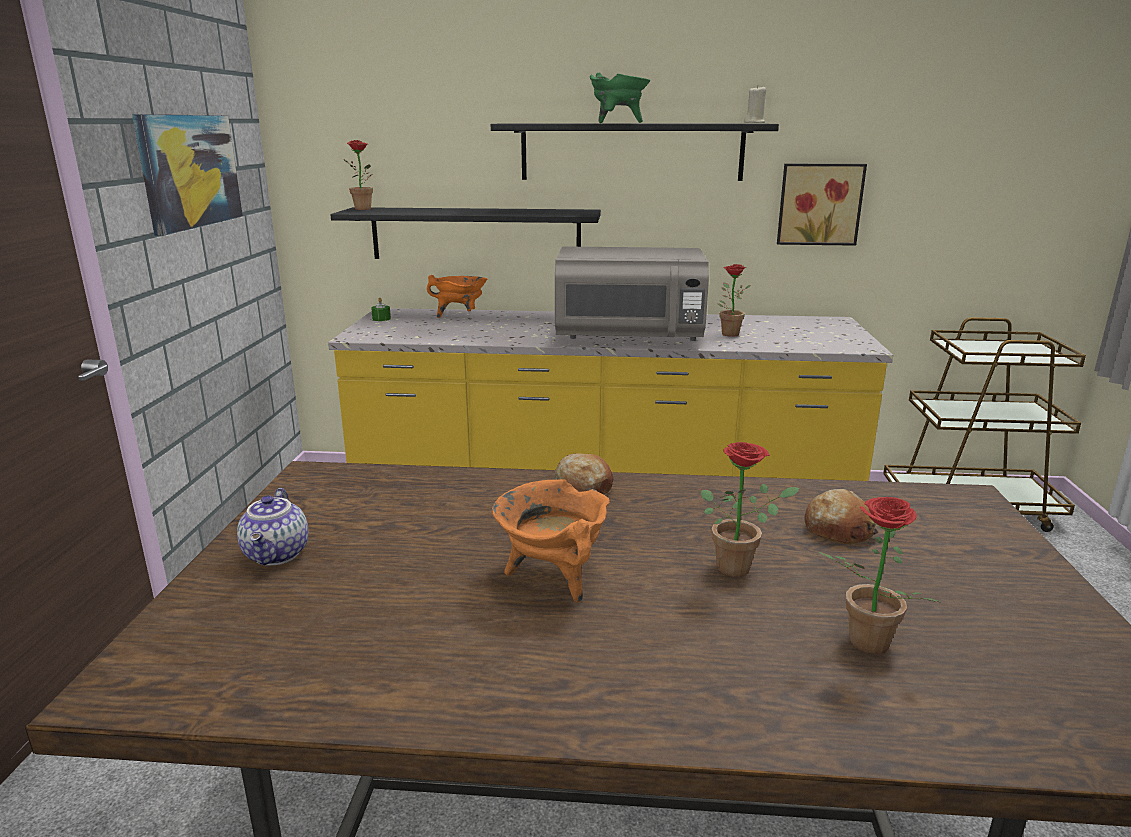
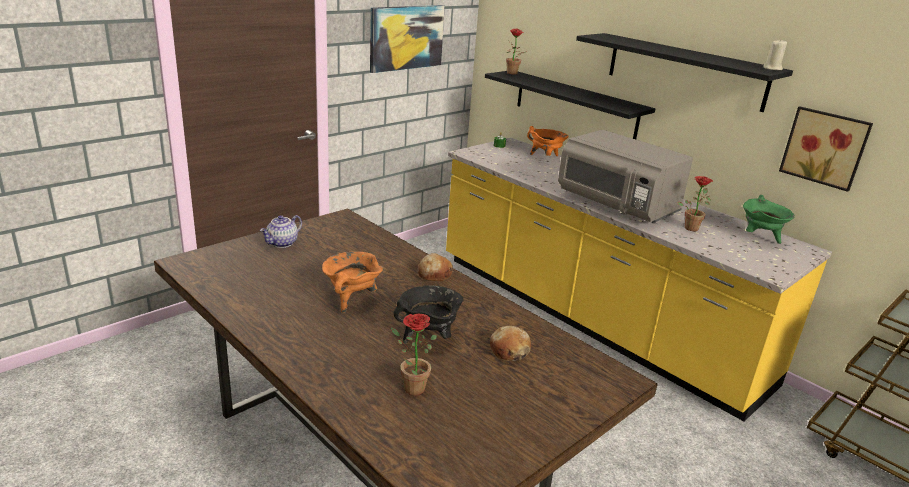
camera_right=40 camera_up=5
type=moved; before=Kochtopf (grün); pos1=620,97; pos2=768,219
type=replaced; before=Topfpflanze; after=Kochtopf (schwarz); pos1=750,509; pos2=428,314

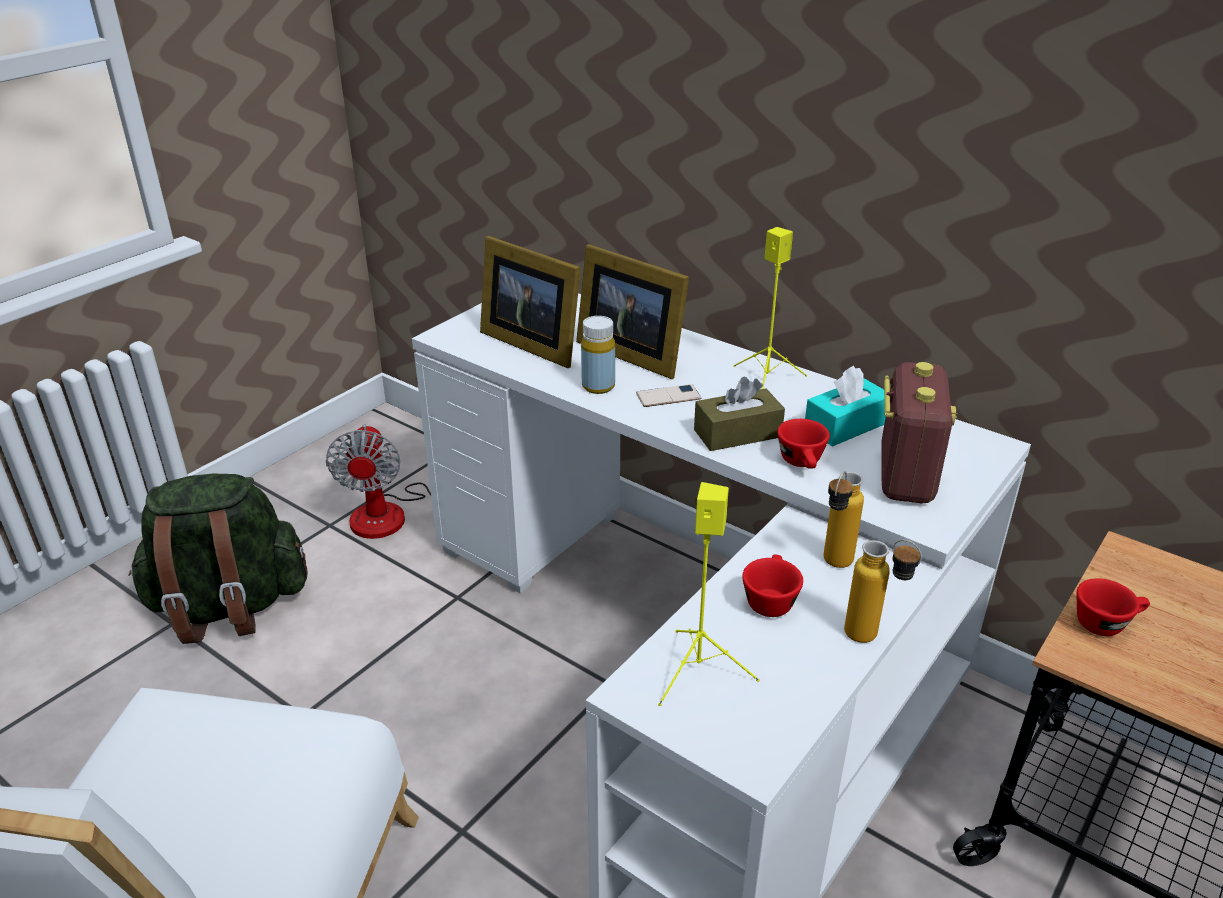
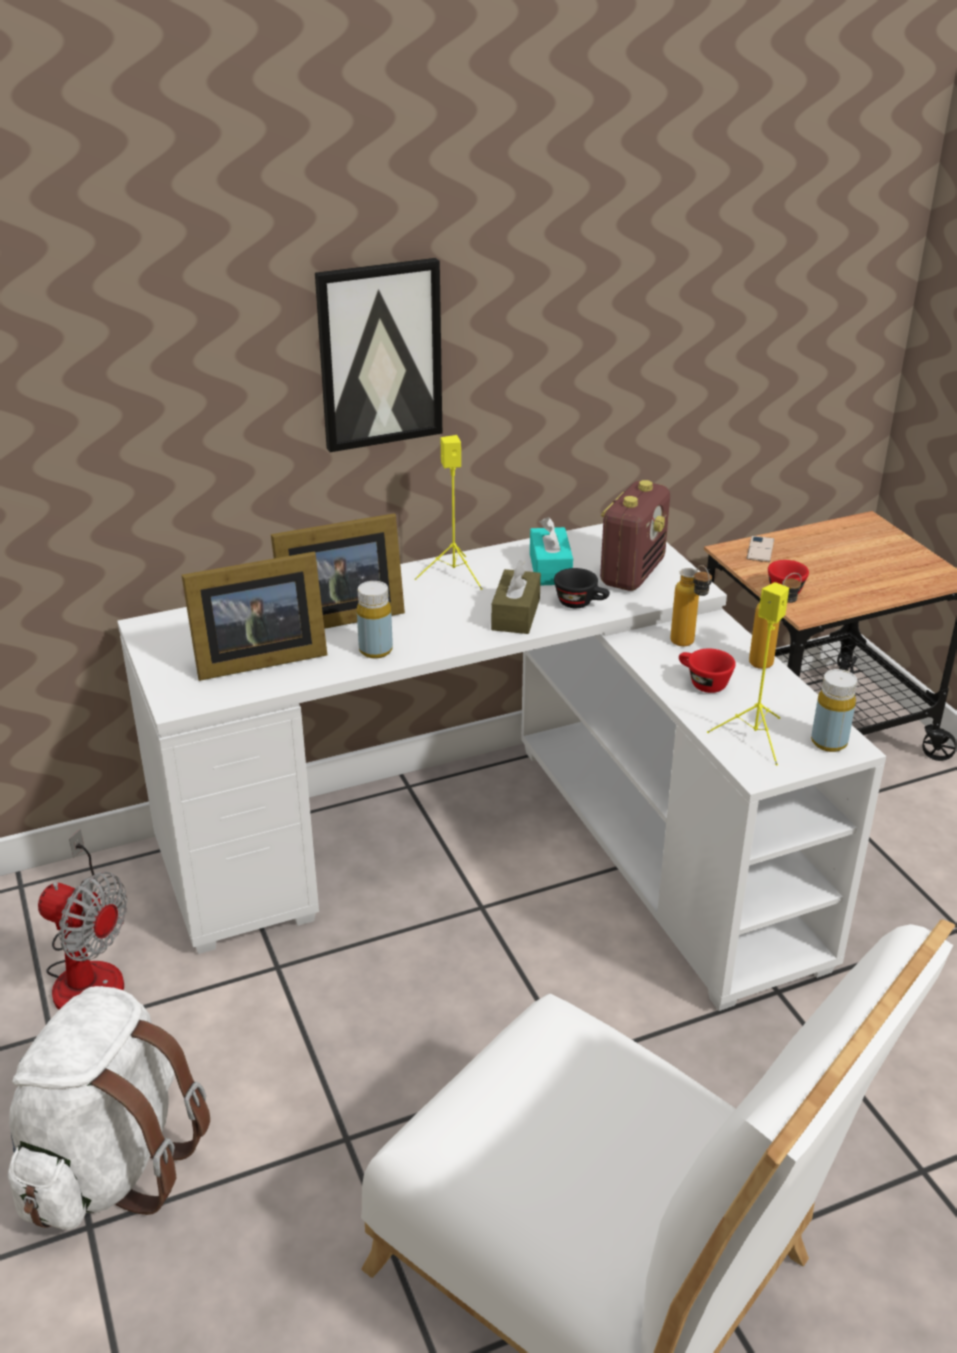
camera_right=-60 camera_up=0
type=turned; before=Radio; pos1=919,432; pos2=635,535; turn=75
type=moved; before=Handy; pos1=668,395; pos2=760,549
type=recoloured; before=Tasse (rot); after=Tasse (schwarz); pos1=803,444; pos2=582,588
type=recoloured; before=Rucksack (grün); after=Rucksack (weiß); pos1=217,559; pos2=109,1108
type=added; after=Bild; pos2=378,355
type=added; after=Flasche (gelb); pos2=834,710

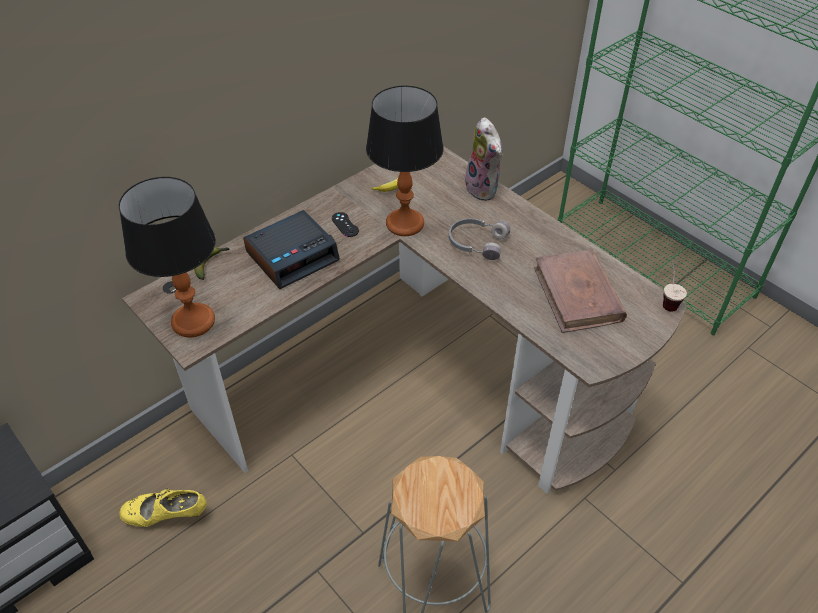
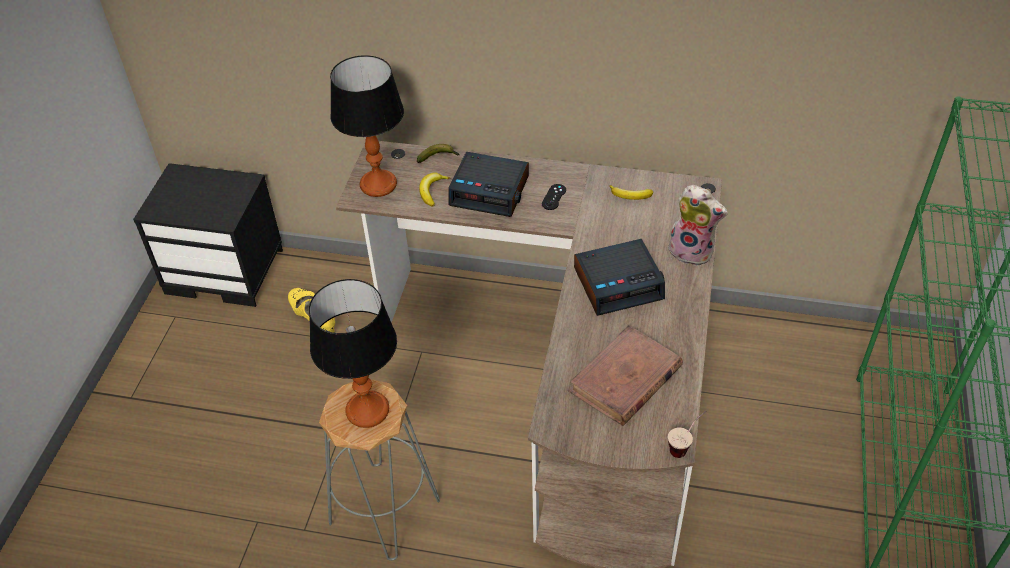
camera_right=55 camera_up=0
type=moved; before=Tischlampe; pos1=405,161; pos2=353,353
type=turned; before=Plüschtier; pos1=484,159; pos2=698,225; turn=-90
type=replaced; before=Kopfhörer (grau); after=Wecker; pos1=479,239; pos2=619,277
type=added; after=Banane; pos2=435,190

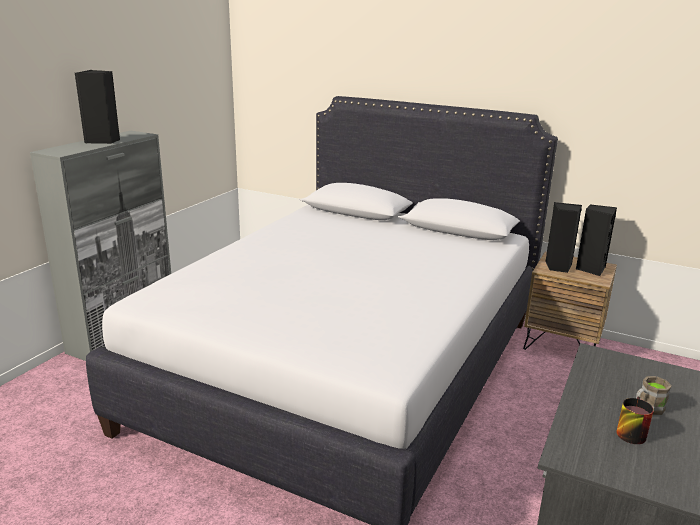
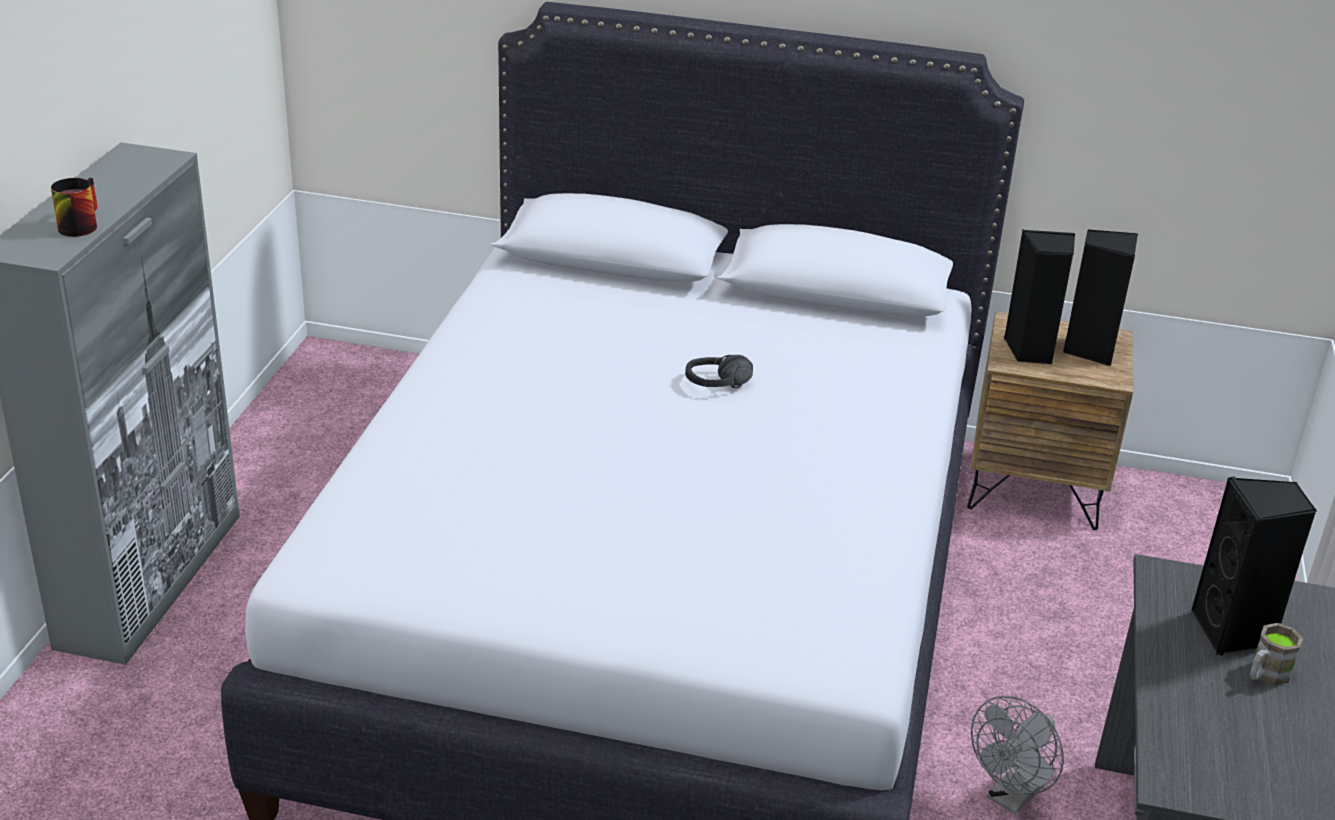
camera_right=-15 camera_up=10
type=moved; before=Lautsprecher (schwarz); pos1=97,107; pos2=1254,566
type=moved; before=Henkelbecher; pos1=635,420; pos2=74,207
type=added; after=Kopfhörer (schwarz); pos2=719,371
type=added; after=Ventilator (grau); pos2=1017,755

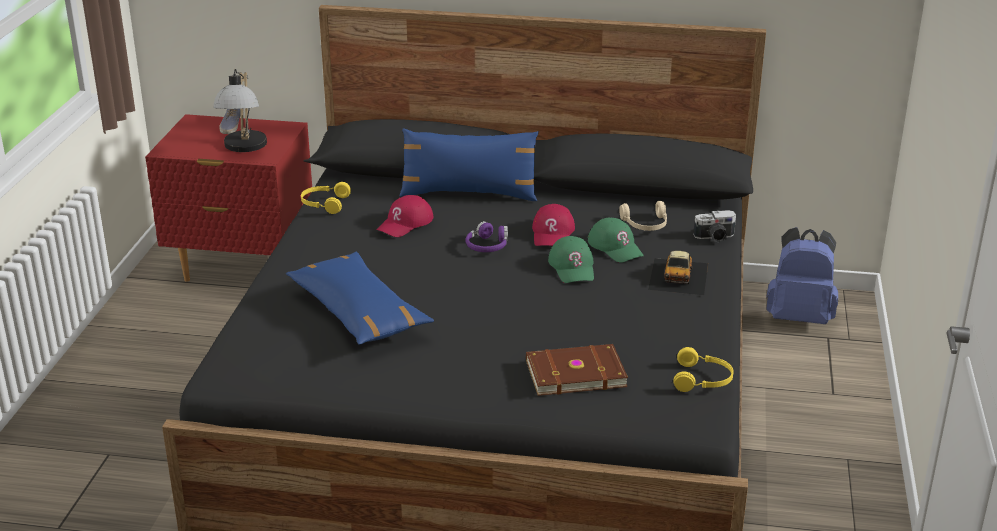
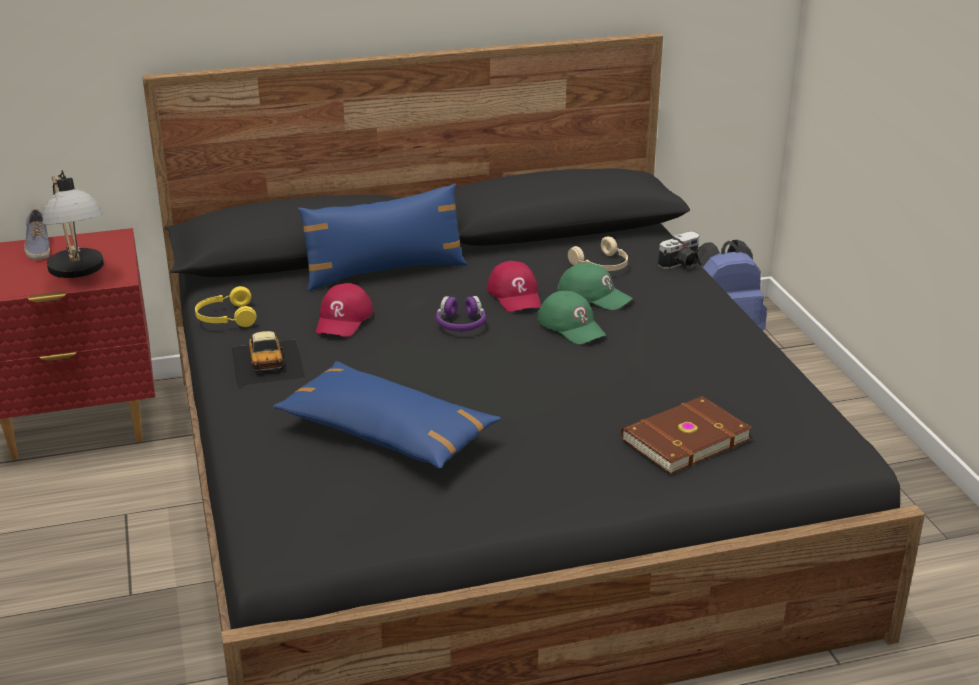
camera_right=-25 camera_up=0
type=moved; before=Spielzeugauto; pos1=678,273; pos2=268,358
type=removed; before=Kopfhörer (gelb); pos1=703,369

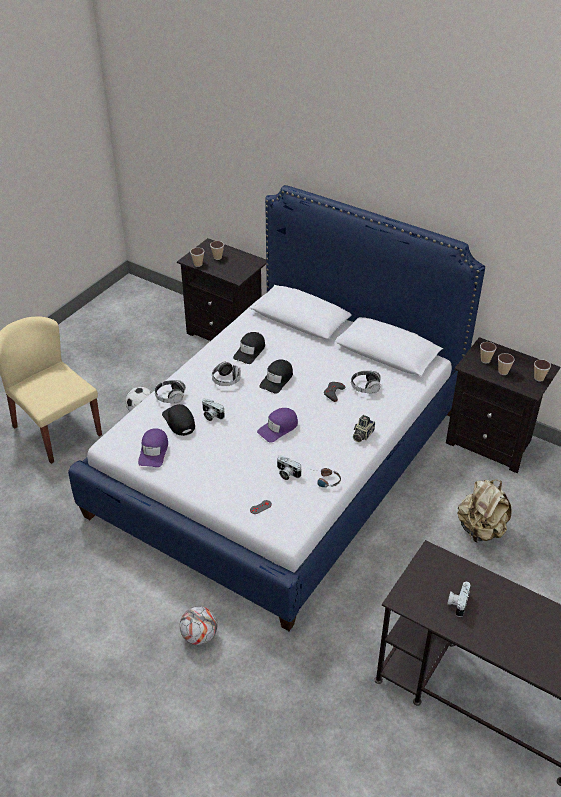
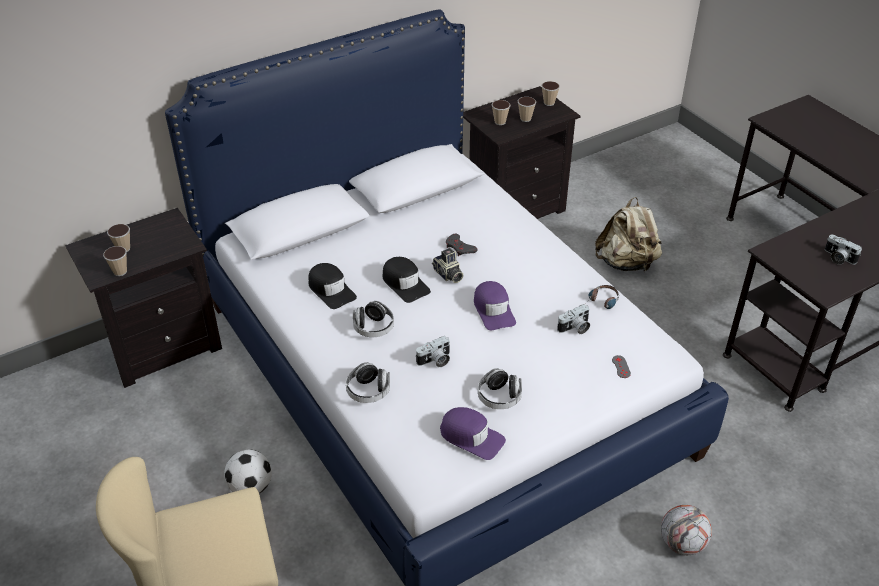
camera_right=-65 camera_up=0
type=moved; before=Kopfhörer; pos1=366,382; pos2=500,388
type=removed; before=Kappe (schwarz); pos1=178,420
type=moved; before=Kamera; pos1=364,428; pos2=447,265

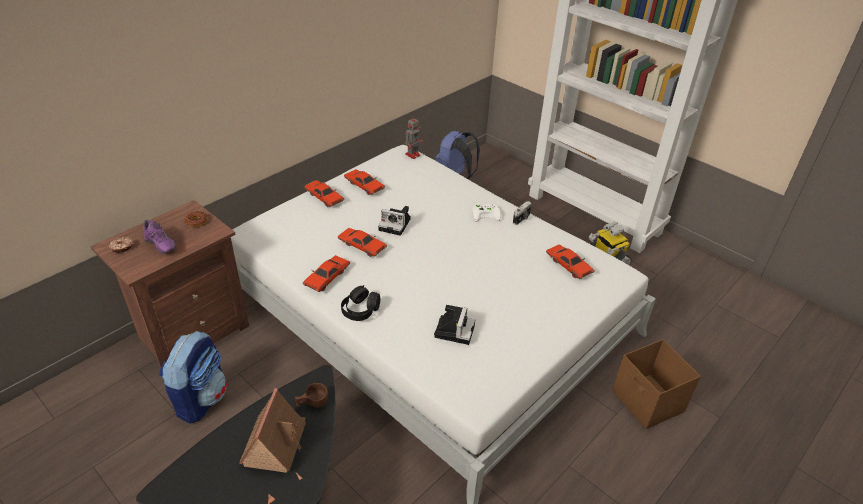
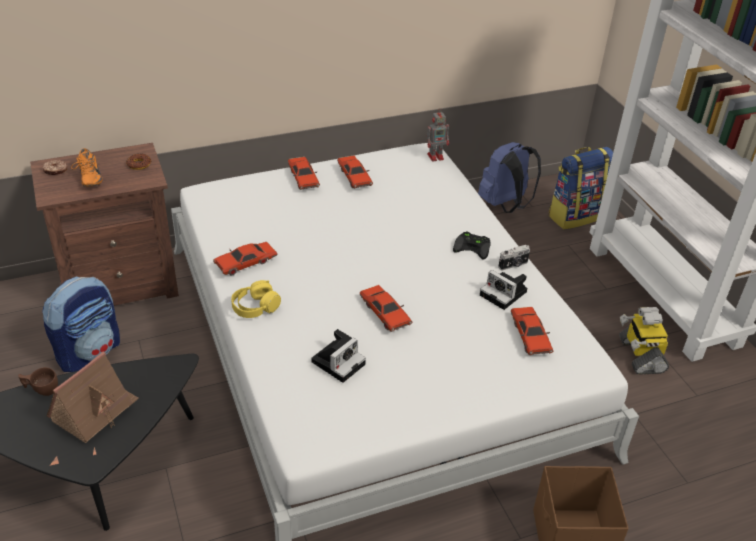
camera_right=25 camera_up=0
type=recoloured; before=Gamepad (weiß); after=Gamepad (schwarz); pos1=487,213; pos2=472,246
type=moved; before=Kamera; pos1=394,221; pos2=503,290
type=recoloured; before=Schuh (lila); after=Schuh (orange); pos1=159,237; pos2=87,167
type=moved; before=Spielzeugauto (rot); pos1=362,242; pos2=386,308
type=recoloured; before=Kopfhörer (schwarz); after=Kopfhörer (gelb); pos1=360,303; pos2=256,299
type=moved; before=Tasse (braun); pos1=311,395; pos2=38,381
type=added; after=Rucksack; pos2=580,188

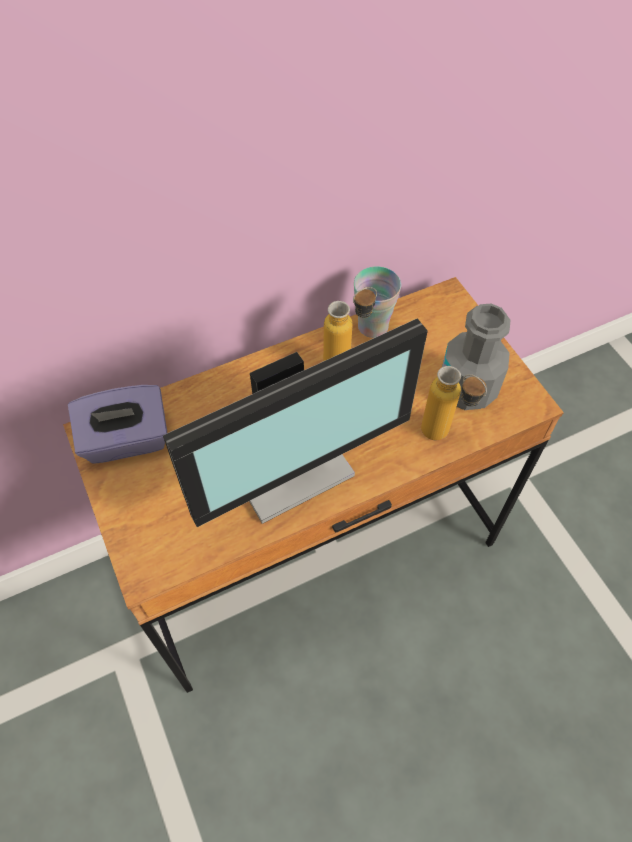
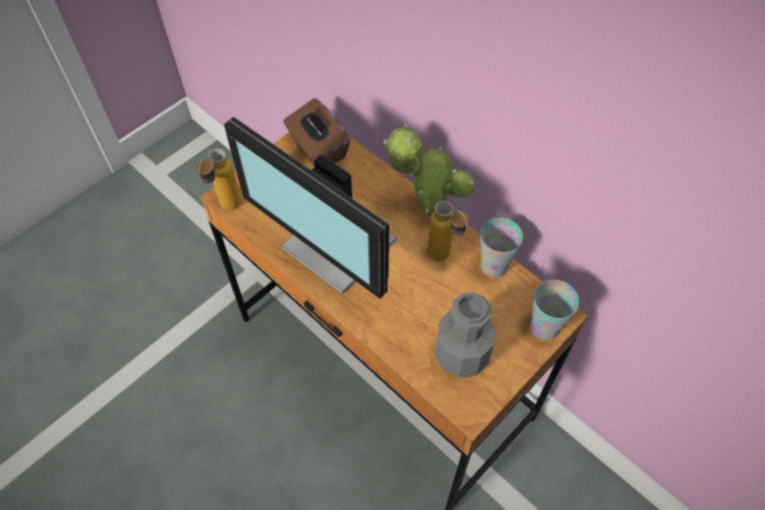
camera_right=70 camera_up=0
type=moved; before=Flasche; pos1=454,403; pos2=218,179
type=recoloured; before=Taschentuchbox (lila); after=Taschentuchbox (braun); pos1=117,424; pos2=316,132
type=added; after=Topfpflanze; pos2=428,170
type=added; after=Tasse; pos2=555,310

